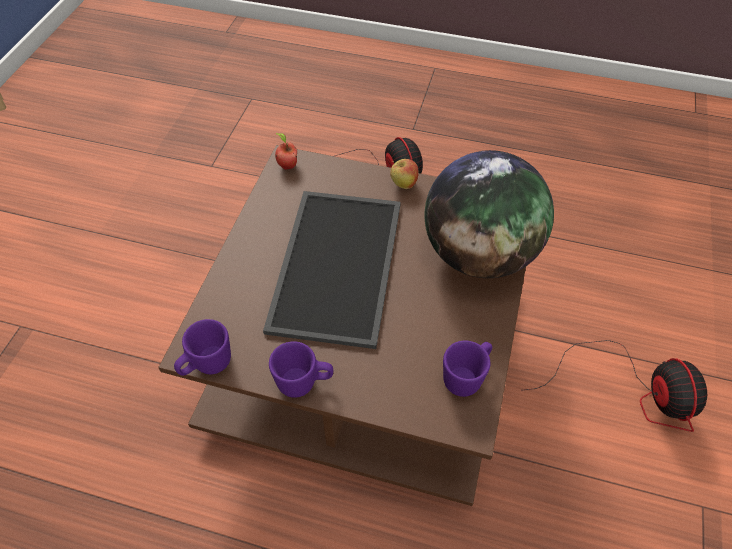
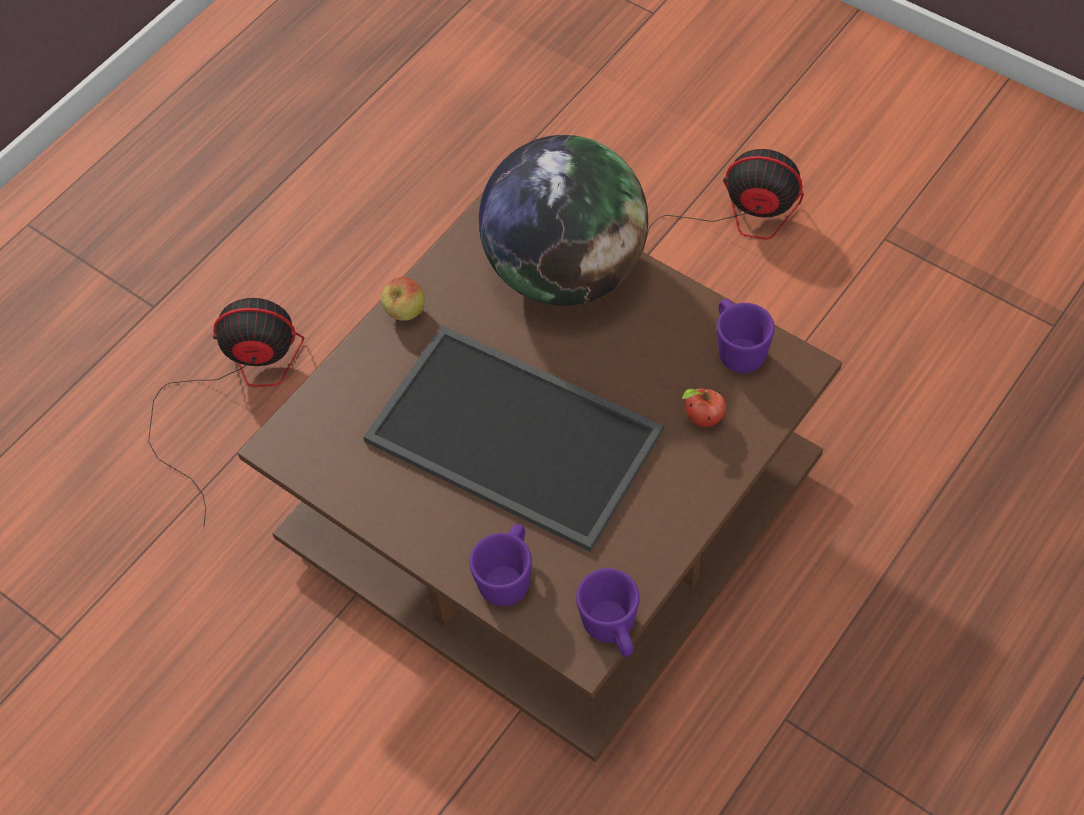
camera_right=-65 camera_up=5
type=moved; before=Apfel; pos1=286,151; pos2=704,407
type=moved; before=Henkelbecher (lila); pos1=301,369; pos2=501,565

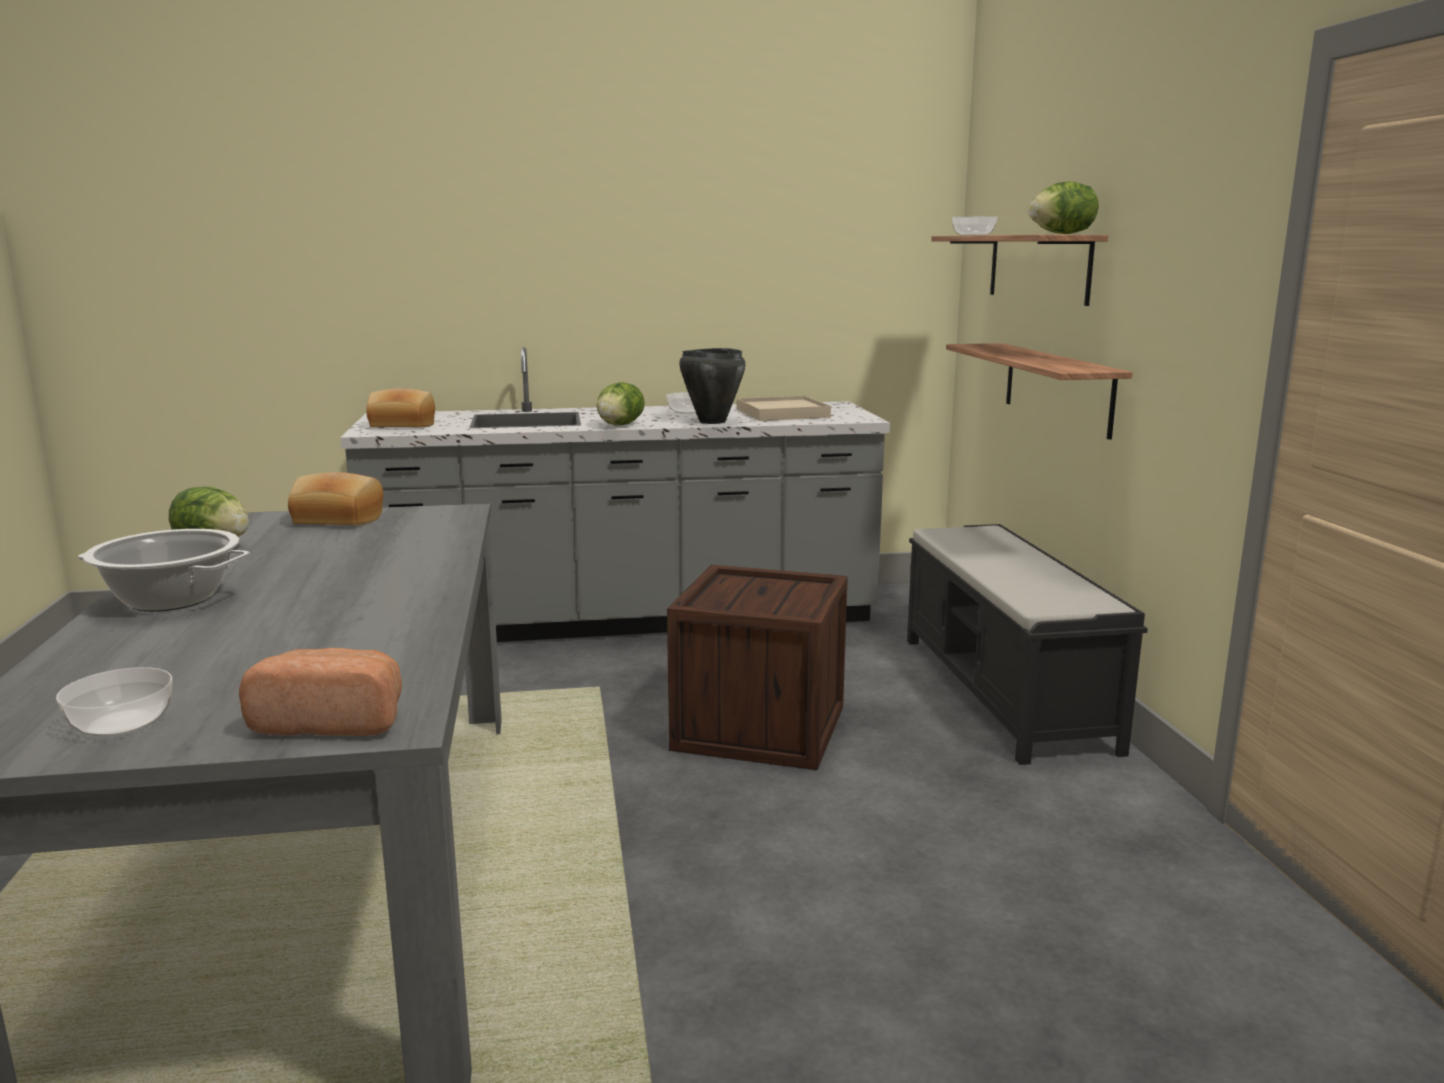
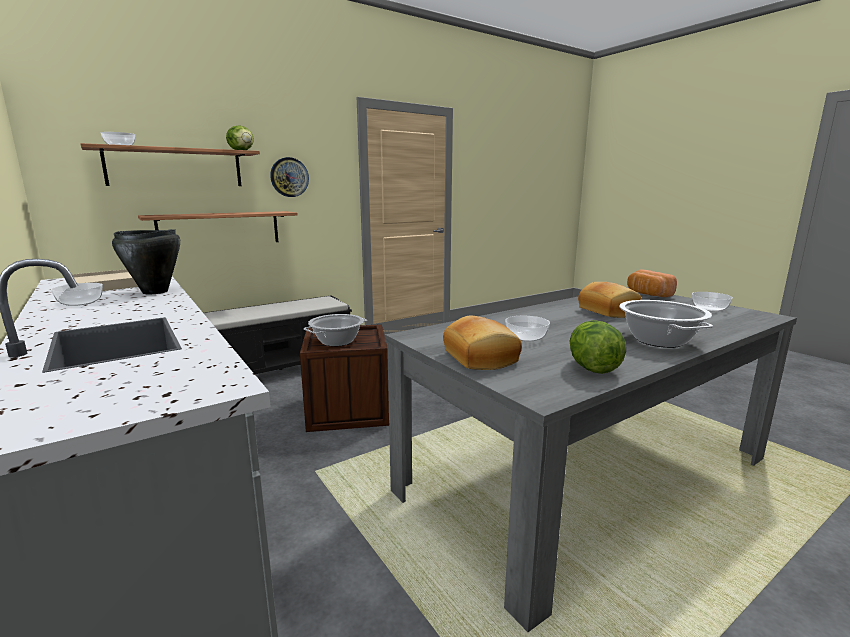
camera_right=-115 camera_up=0
type=removed; before=Salatkopf; pos1=621,403
type=moved; before=Brot; pos1=400,407; pos2=610,300
type=added; after=Wanduhr; pos2=289,177
type=added; after=Kochtopf; pos2=335,330
type=added; after=Schüssel; pos2=527,329

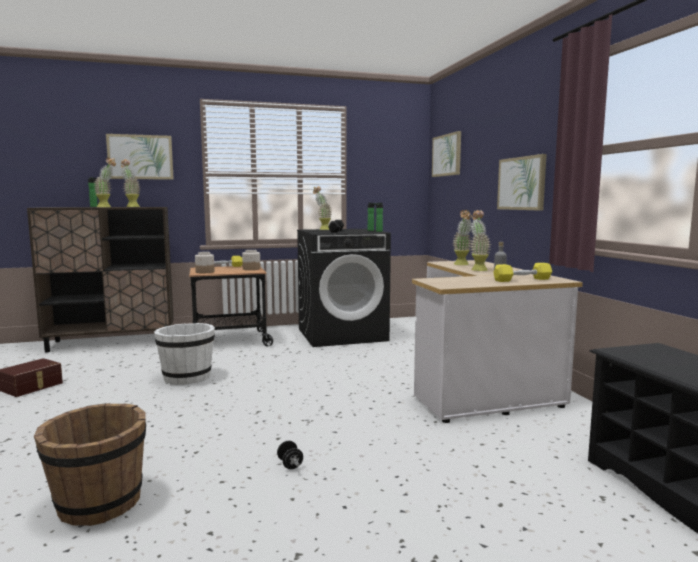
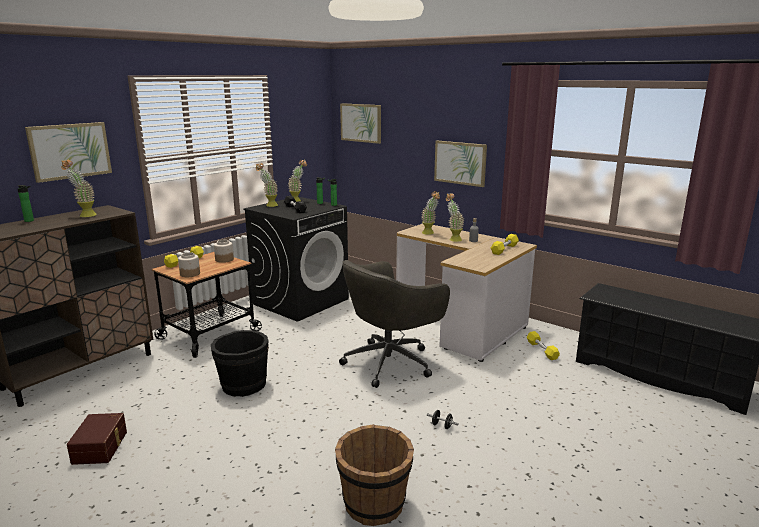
camera_right=-35 camera_up=10
type=moved; before=Topfpflanze; pos1=105,182; pos2=297,181
type=recoloured; before=Eimer (weiß); after=Eimer (schwarz); pos1=184,354; pos2=240,363
type=added; after=Bürostuhl (grau); pos2=394,324
type=added; after=Hantel (gelb); pos2=543,345

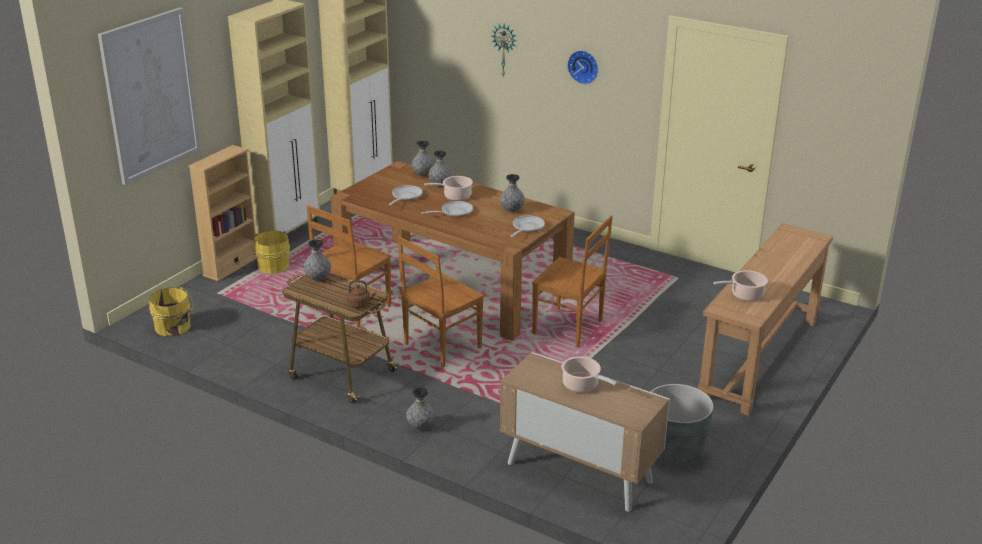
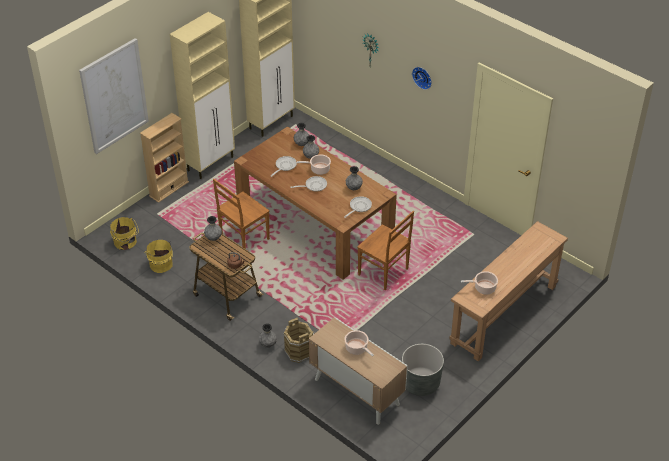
camera_right=10 camera_up=15
type=moved; before=Eimer (gelb); pos1=270,252; pos2=158,256
type=removed; before=Stuhl (braun); pos1=441,301
type=added; after=Eimer (braun); pos2=299,340

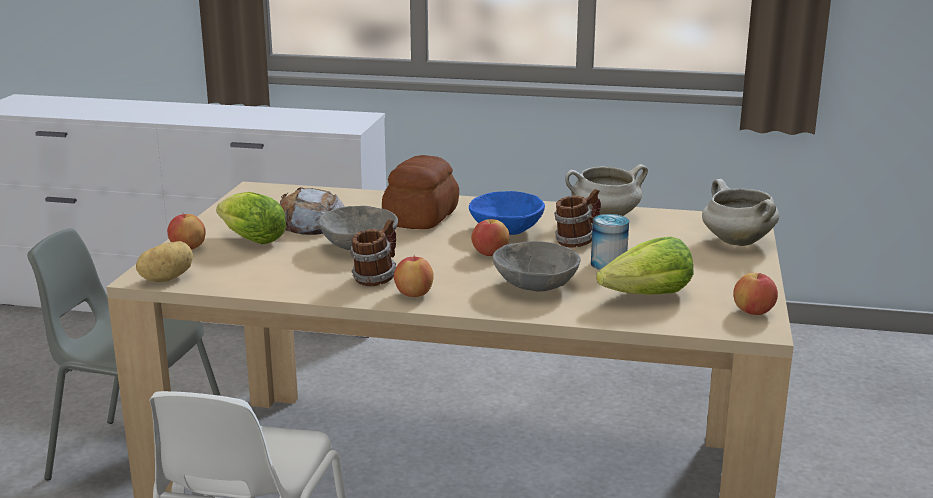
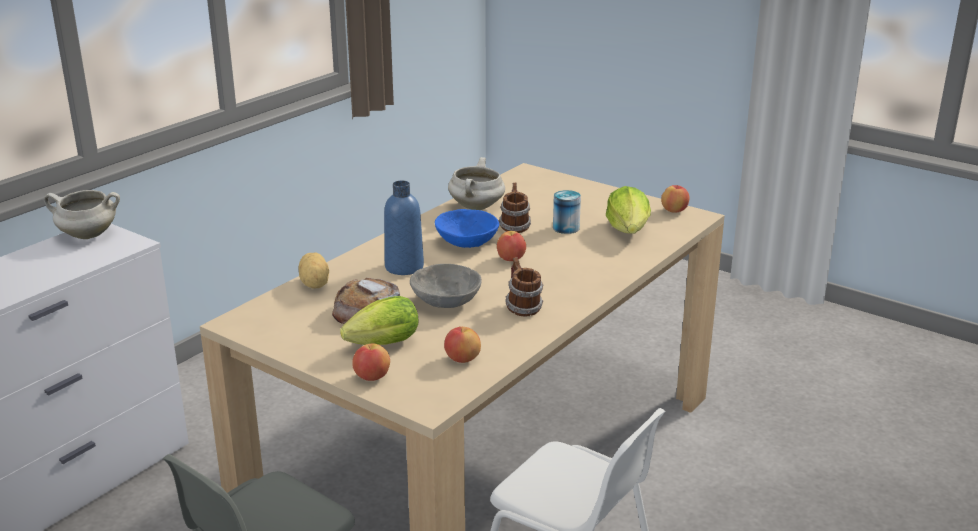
camera_right=-65 camera_up=5
type=replaced; before=Brot; after=Flasche (blau); pos1=420,192; pos2=404,227
type=moved; before=Kochtopf (weiß); pos1=740,212; pos2=82,214
type=moved; before=Kartoffel; pos1=164,261; pos2=314,271
type=removed; before=Schüssel (grau); pos1=537,266
type=moved; before=Apfel; pos1=414,277; pos2=462,345

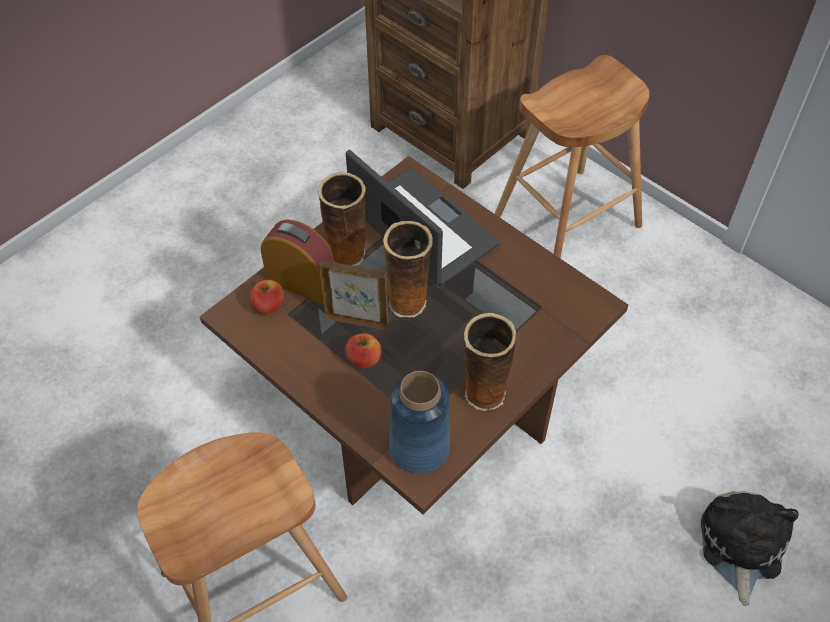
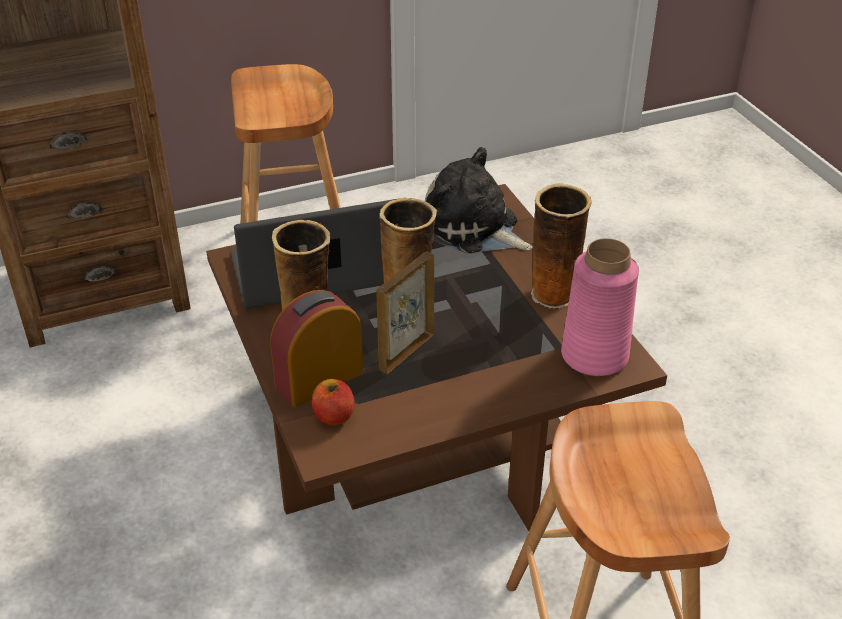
camera_right=-65 camera_up=-15
type=removed; before=Apfel; pos1=363,350
type=recoloured; before=Vase (blau); after=Vase (rosa); pos1=419,422; pos2=600,307
type=moved; before=Plüschtier; pos1=750,548; pos2=479,200

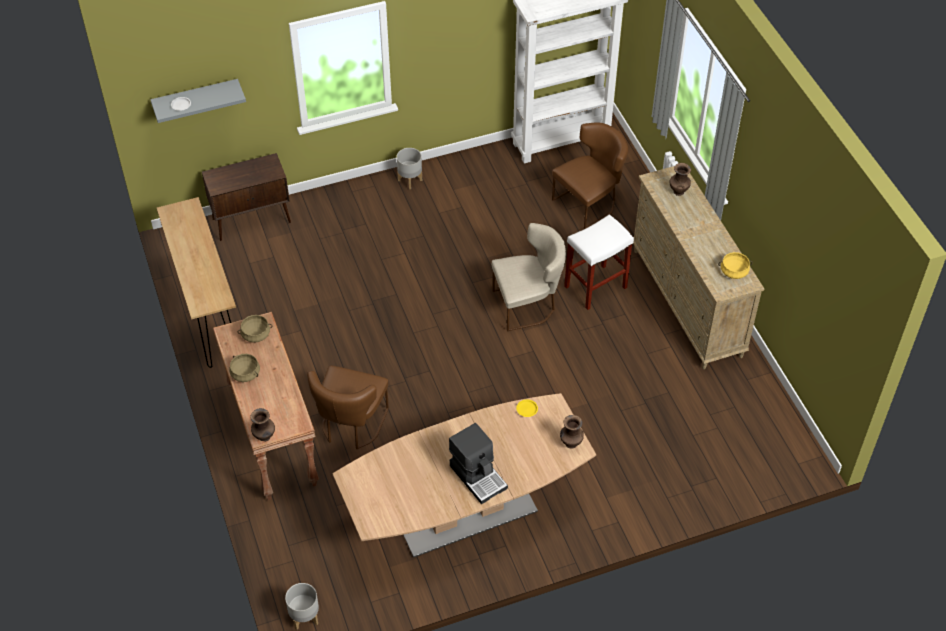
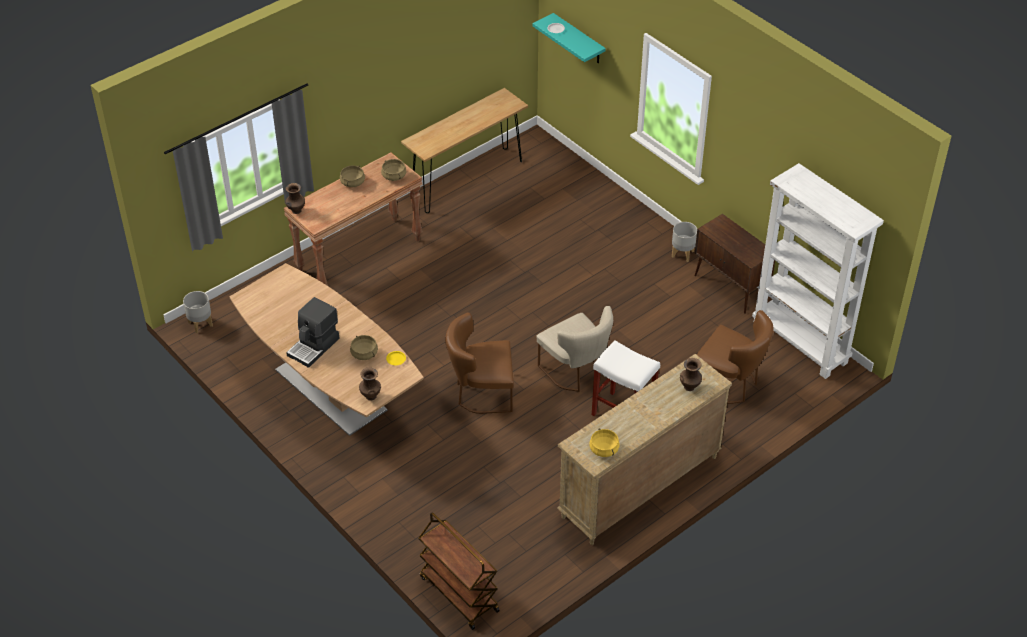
camera_right=70 camera_up=-5
type=recoloured; before=Wandregal (grau); after=Wandregal (türkis); pos1=198,101; pos2=569,38
type=moved; before=Schrank (braun); pos1=246,197; pos2=735,264
type=moved; before=Stuhl (braun); pos1=348,407; pos2=479,363
type=added; after=Kochtopf (beige); pos2=364,347
type=added; after=Rollwagen (braun); pos2=459,571

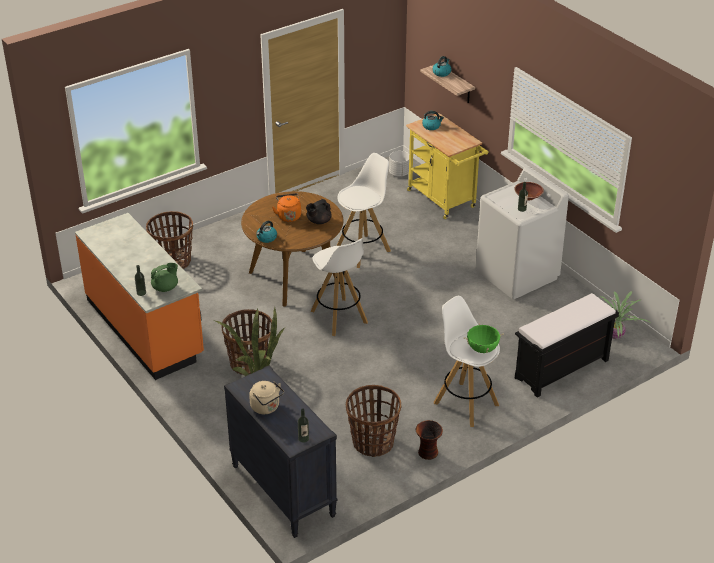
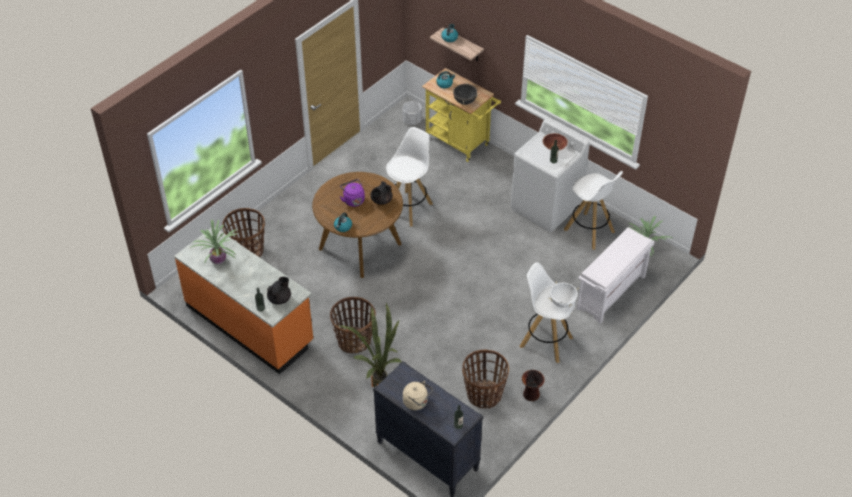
camera_right=-15 camera_up=10
type=recoloured; before=Wasserkessel (orange); after=Wasserkessel (lila); pos1=286,207; pos2=352,193
type=moved; before=Hocker (weiß); pos1=339,287; pos2=593,210
type=recoloured; before=Teekanne (grün); after=Teekanne (schwarz); pos1=164,277; pos2=279,291
type=recoloured; before=Bank (schwarz); after=Bank (weiß); pos1=567,345; pos2=616,275
type=recoloured; before=Kochtopf (grün); after=Kochtopf (weiß); pos1=484,338; pos2=563,294
type=added; after=Kochtopf (schwarz); pos2=465,93
type=added; after=Topfpflanze; pos2=214,241

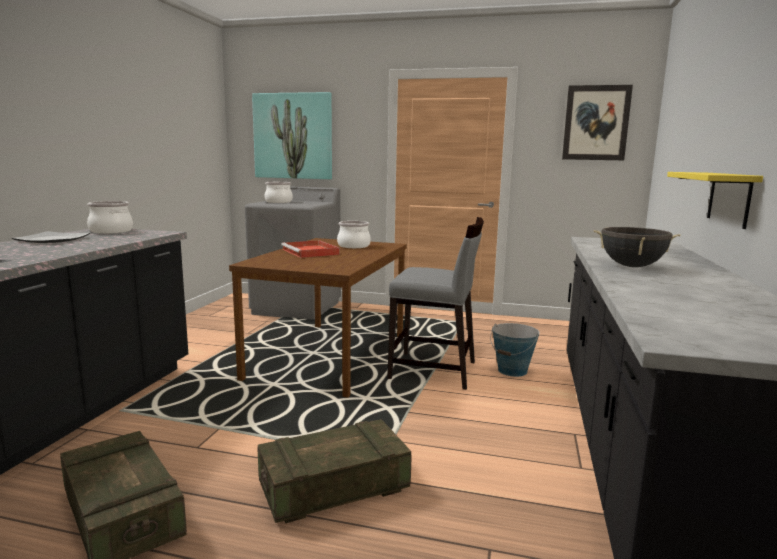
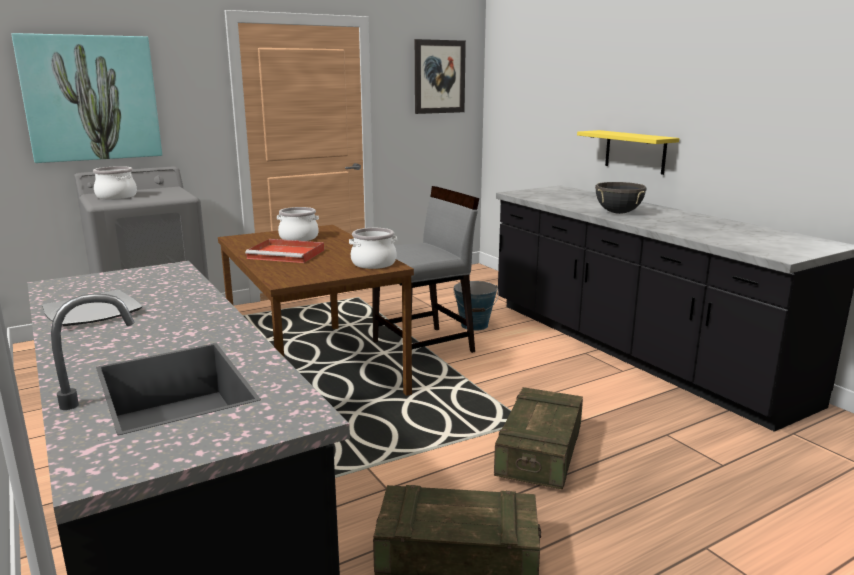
camera_right=-45 camera_up=5
type=moved; before=Kochtopf; pos1=110,217; pos2=373,248

